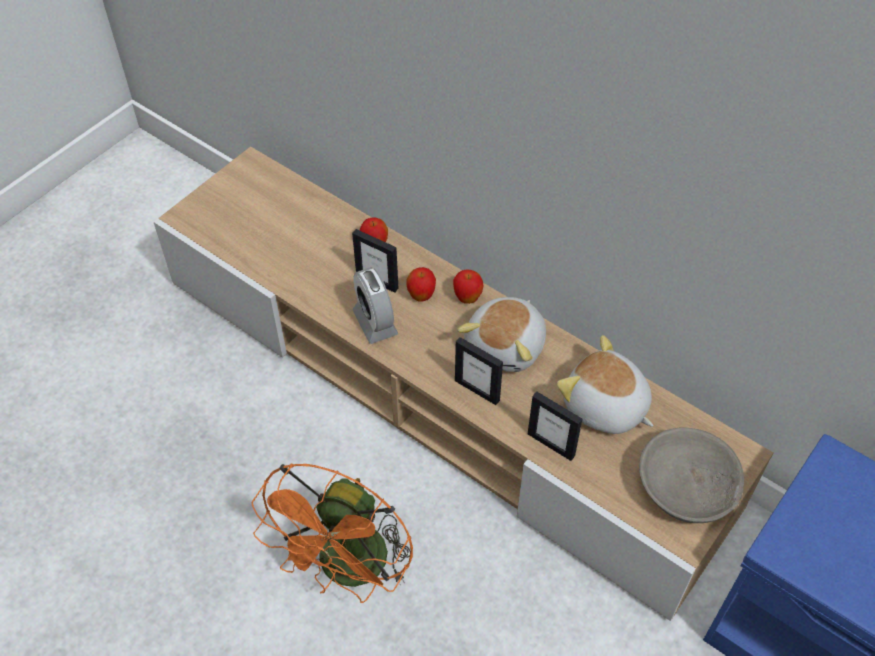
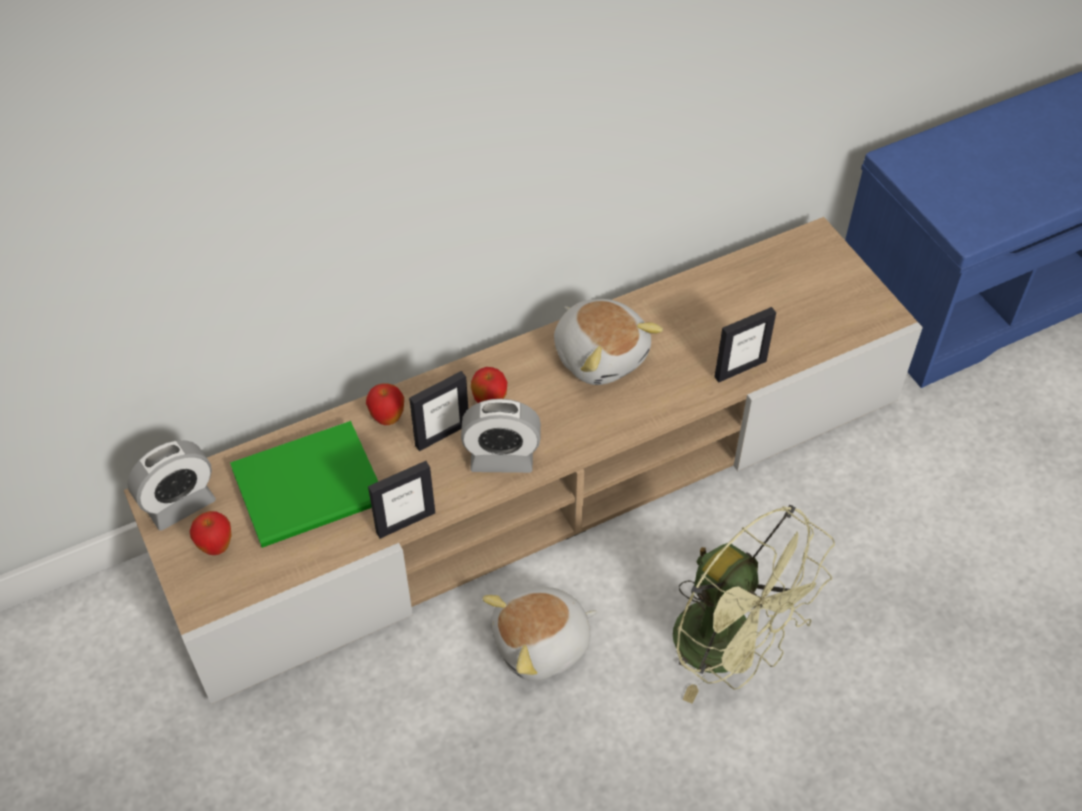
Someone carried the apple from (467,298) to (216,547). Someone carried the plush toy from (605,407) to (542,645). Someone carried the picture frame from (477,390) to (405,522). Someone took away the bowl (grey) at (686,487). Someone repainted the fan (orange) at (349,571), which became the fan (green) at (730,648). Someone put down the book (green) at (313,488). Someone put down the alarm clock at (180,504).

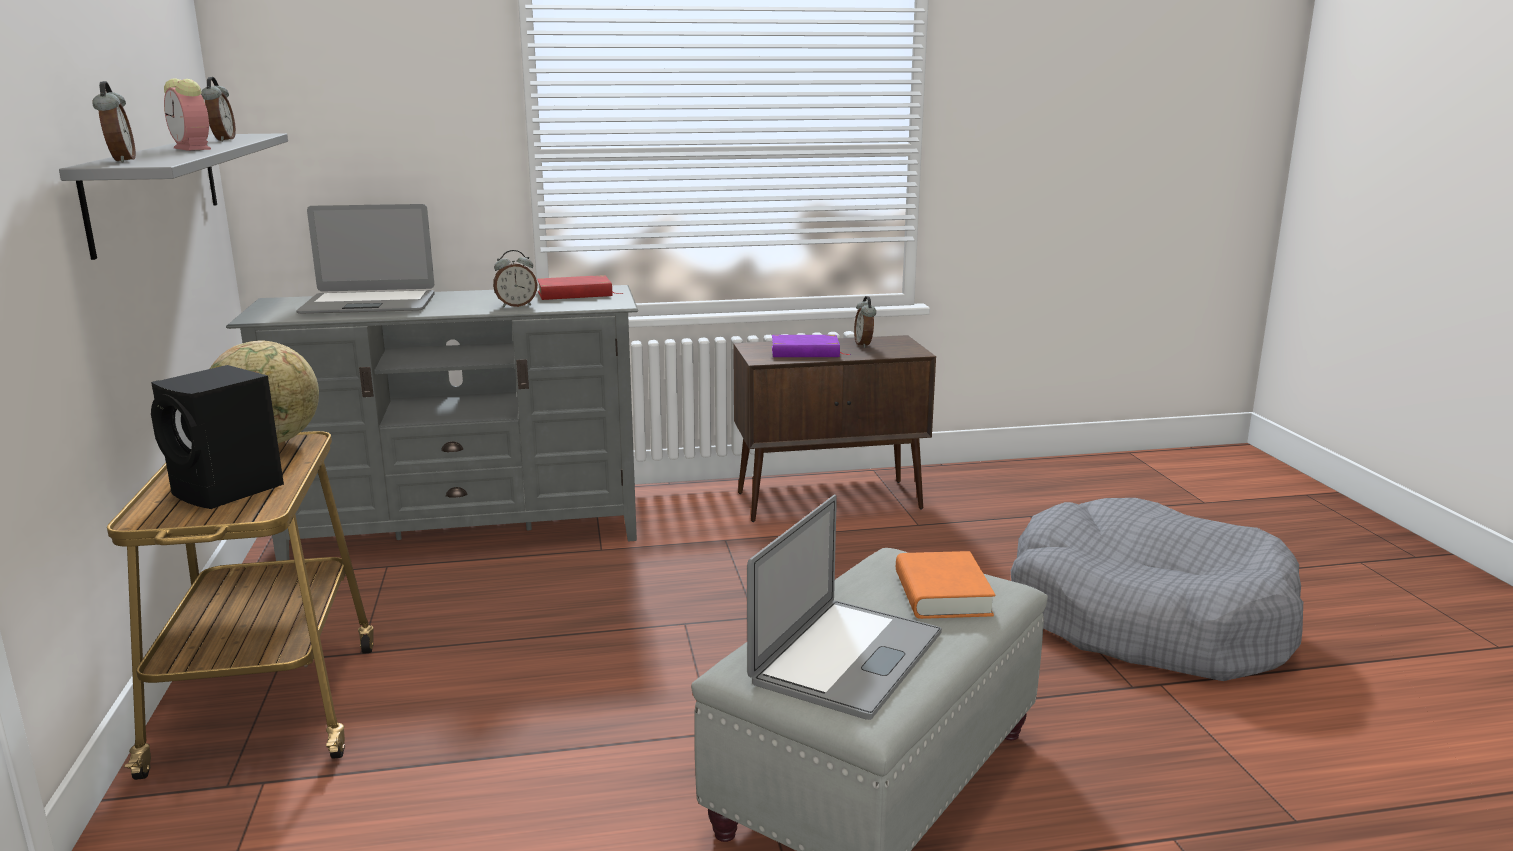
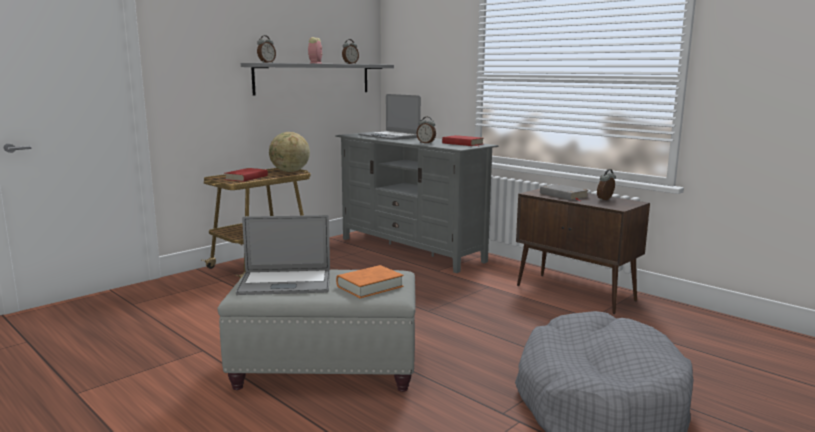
Someone repainted the book (purple) at (805,352), which became the book (grey) at (563,195). Someone swapped the speaker (black) at (228,491) for the book (red) at (246,178).

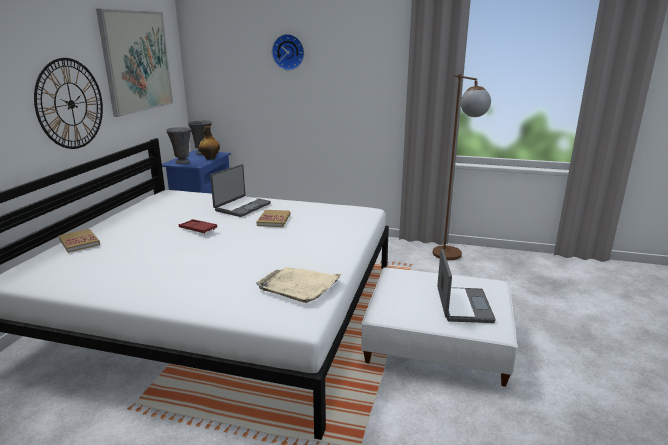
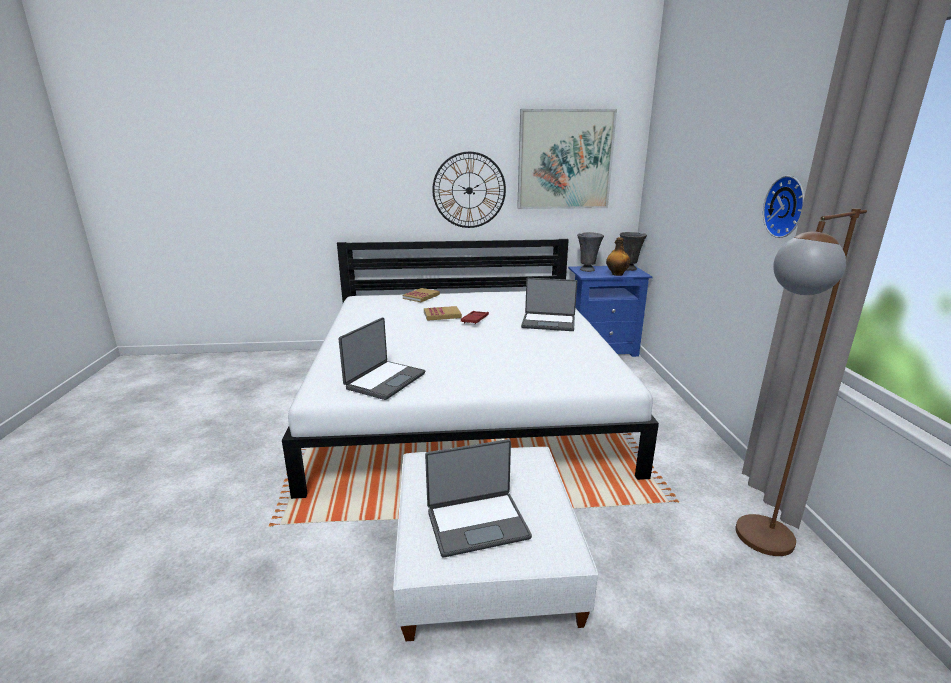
Someone carried the wall clock from (288,52) to (787,207). Someone carried the book from (274,220) to (442,315). Someone swapped the tray (beige) at (299,286) for the laptop at (384,380).

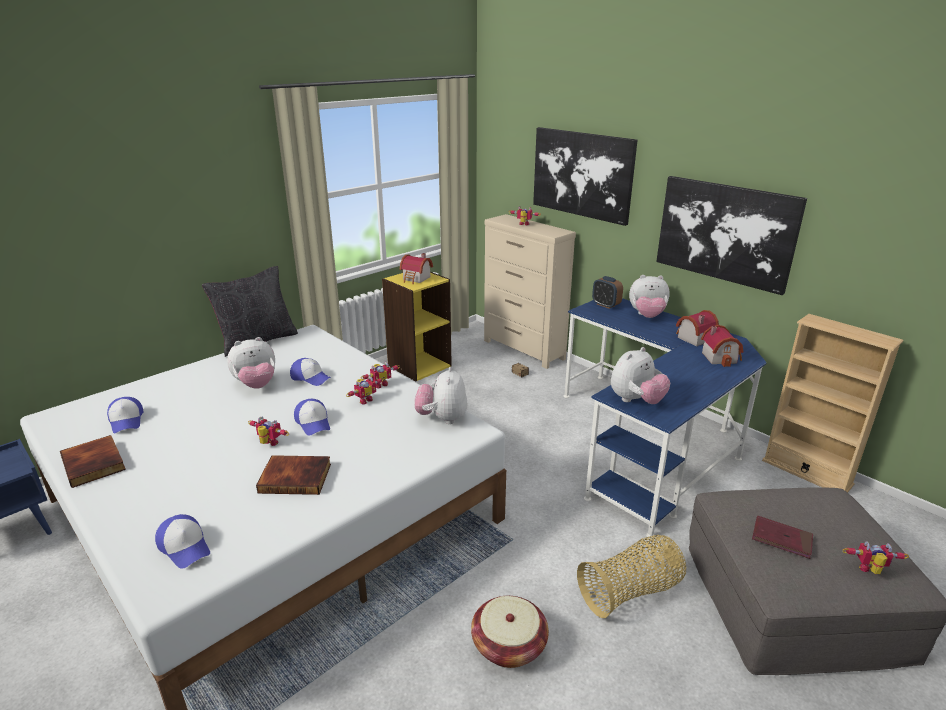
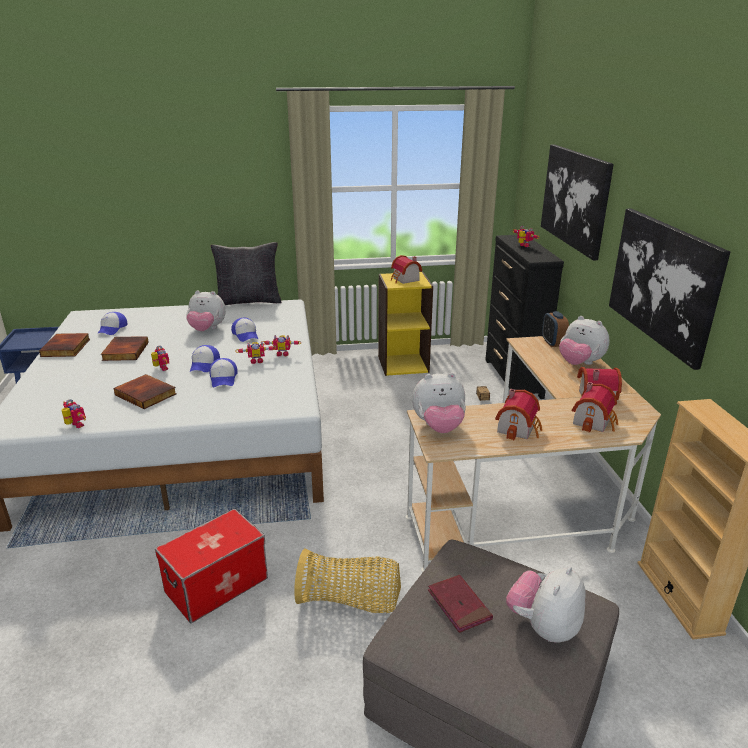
Someone repainted the dresser (beige) at (524,350), which became the dresser (black) at (513,378). Someone repainted the desk (blue) at (651,442), which became the desk (beige) at (534,498). Someone carried the plush toy from (442,418) to (543,626). Someone carried the cap from (185,546) to (223,378). Someone carried the toy robot from (870,572) to (75,426). Someone swapped the basket at (509,645) for the storage box at (216,585). Someone put down the book at (125,351). Someone put down the toy house at (519,428).

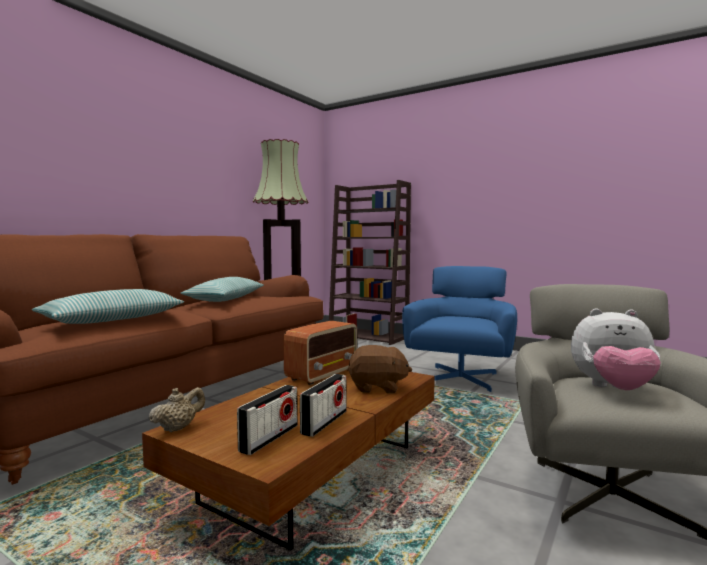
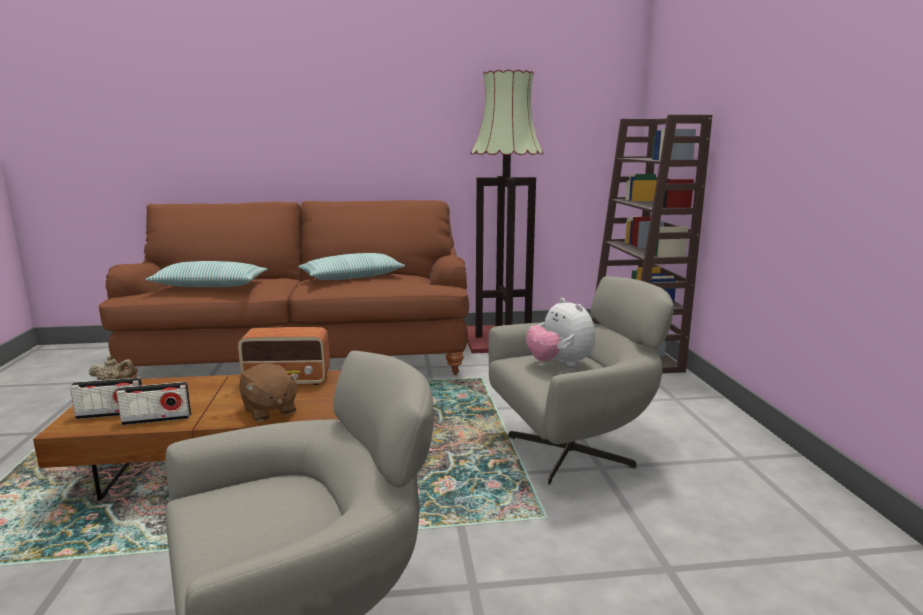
Someone repainted the armchair (blue) at (461,377), which became the armchair (grey) at (574,451). Someone carried the plush toy from (613,389) to (560,364).

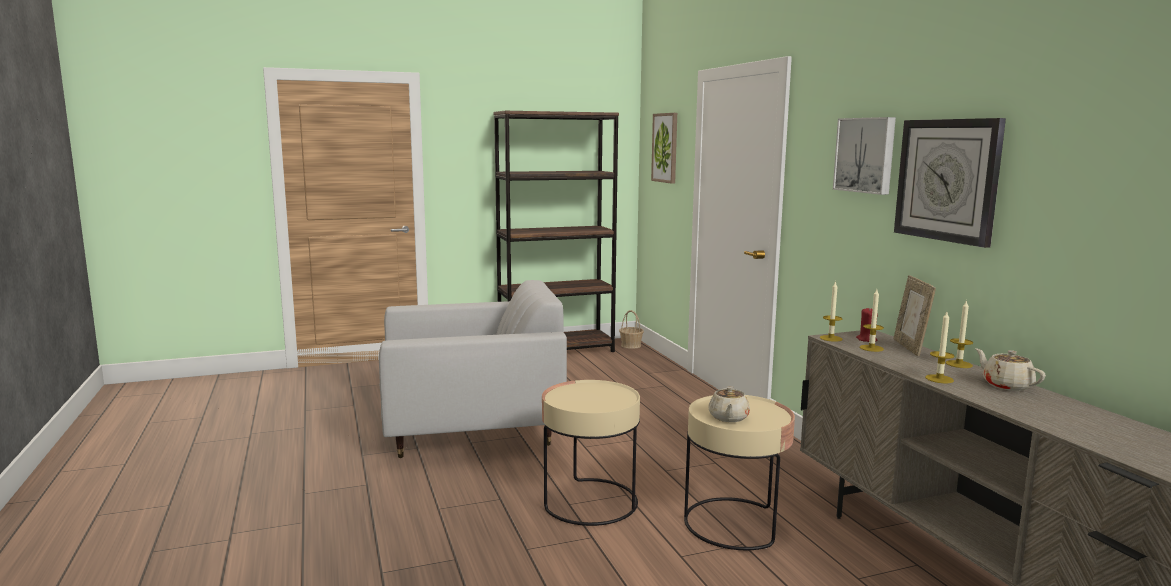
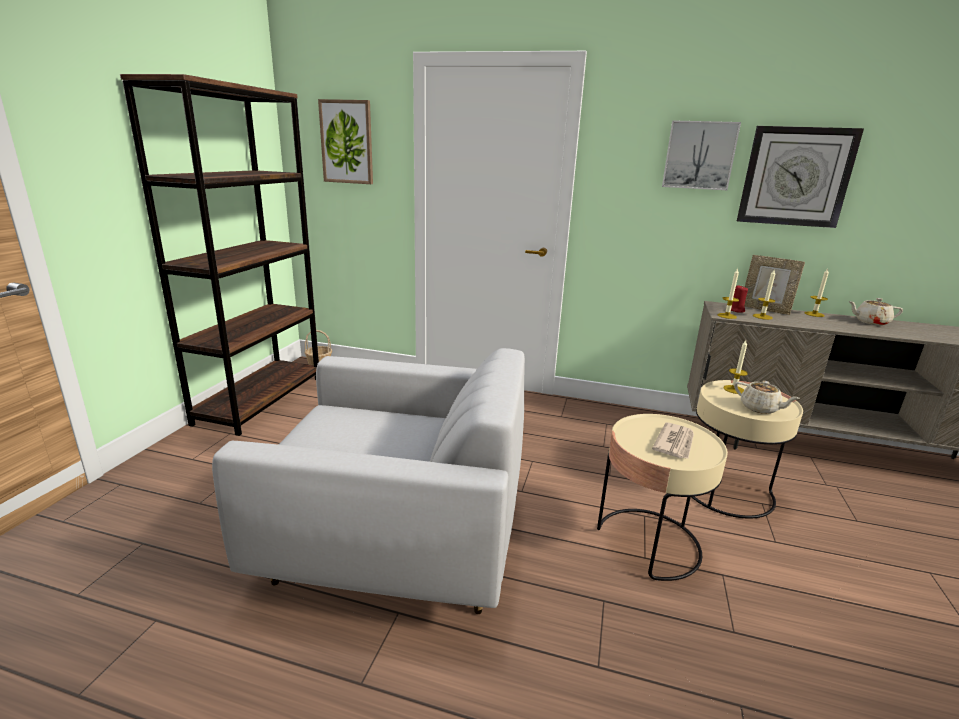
Someone rotated the armchair (white) at (472,430) by 75 degrees clockwise. Someone carried the candle from (939,379) to (734,389). Someone put down the newspaper at (675,443).

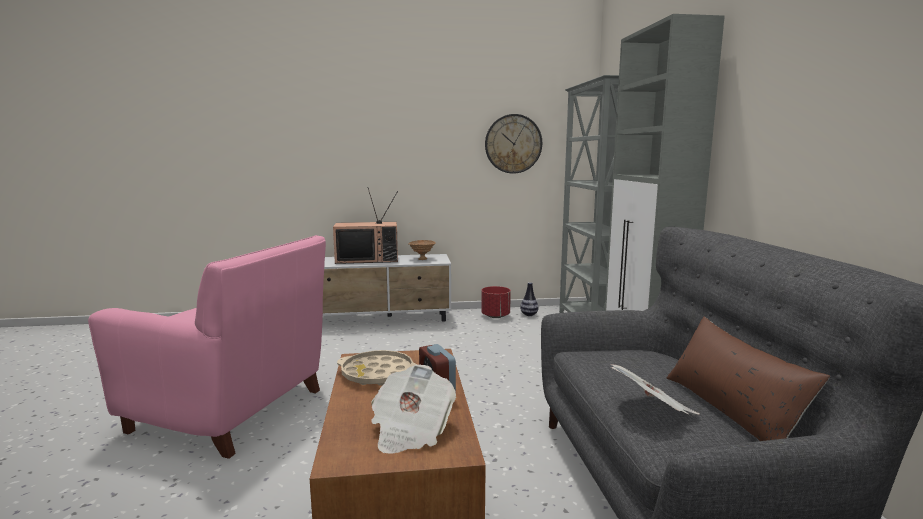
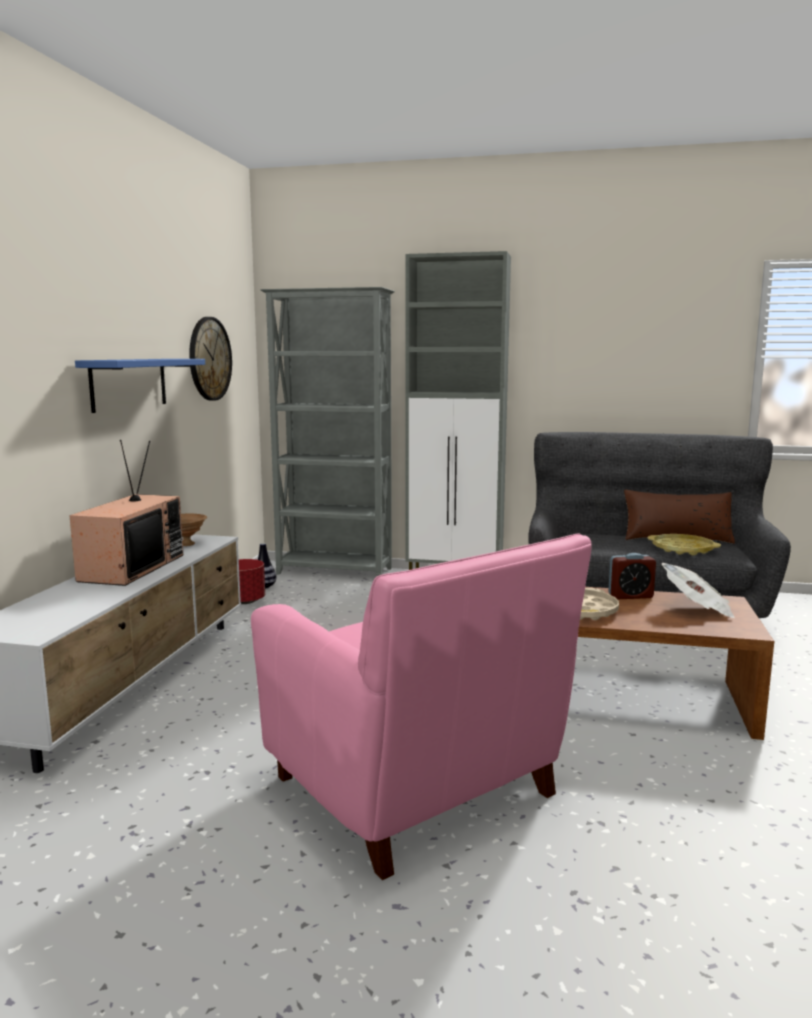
Someone rotated the armchair (pink) at (232,411) by 105 degrees clockwise. Someone swapped the newspaper at (652,411) for the tray (yellow) at (682,549). Someone put up the shelf (blue) at (129,383).

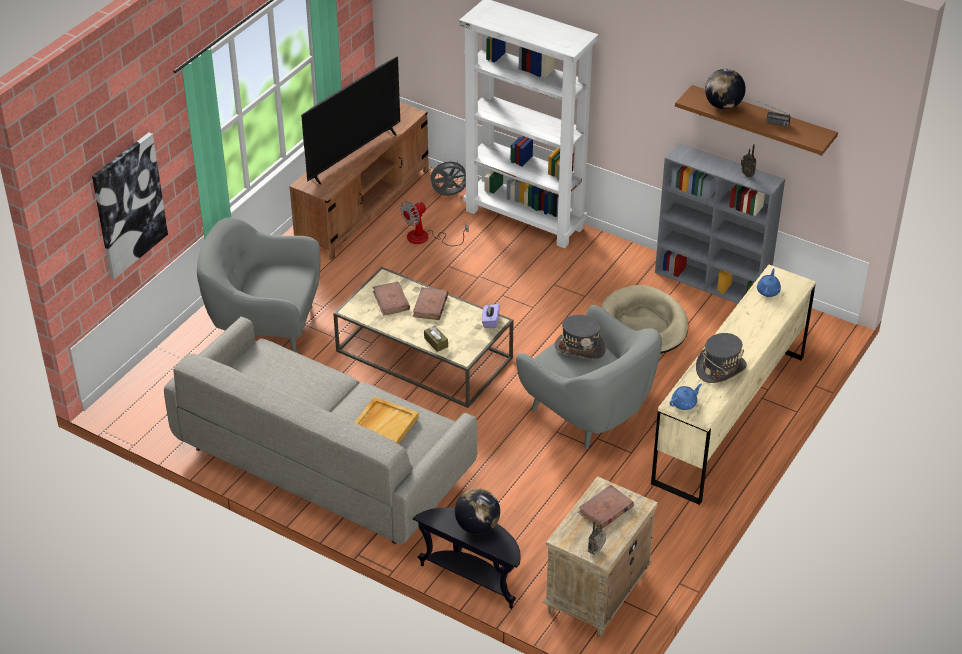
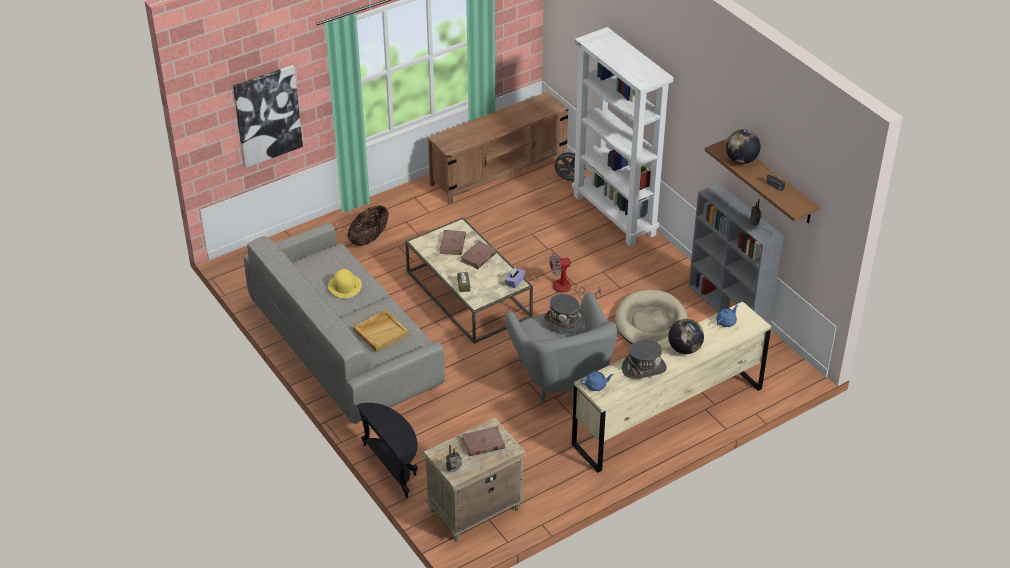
Someone took away the television at (353,156). Someone carried the fan from (426,238) to (567,289). Someone swapped the armchair (grey) at (265,326) for the basket at (369,238). Someone carried the globe from (477,526) to (684,349). Someone put down the hat (yellow) at (345,286).

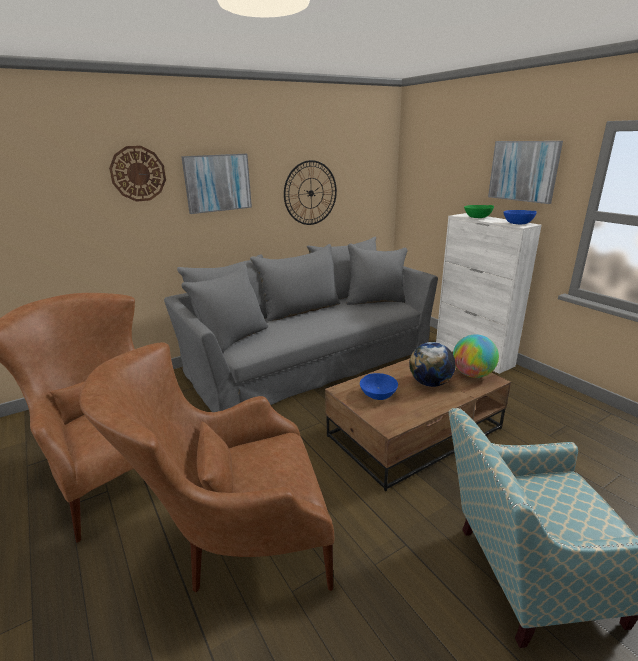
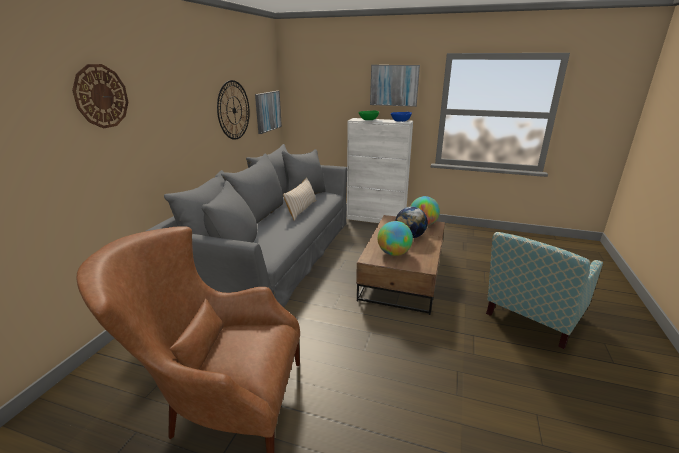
Someone carried the picture from (217,183) to (267,111). Someone took away the armchair (brown) at (234,543). Someone swapped the bowl (blue) at (378,395) for the globe at (394,253). Someone put down the pillow (beige) at (301,209).

